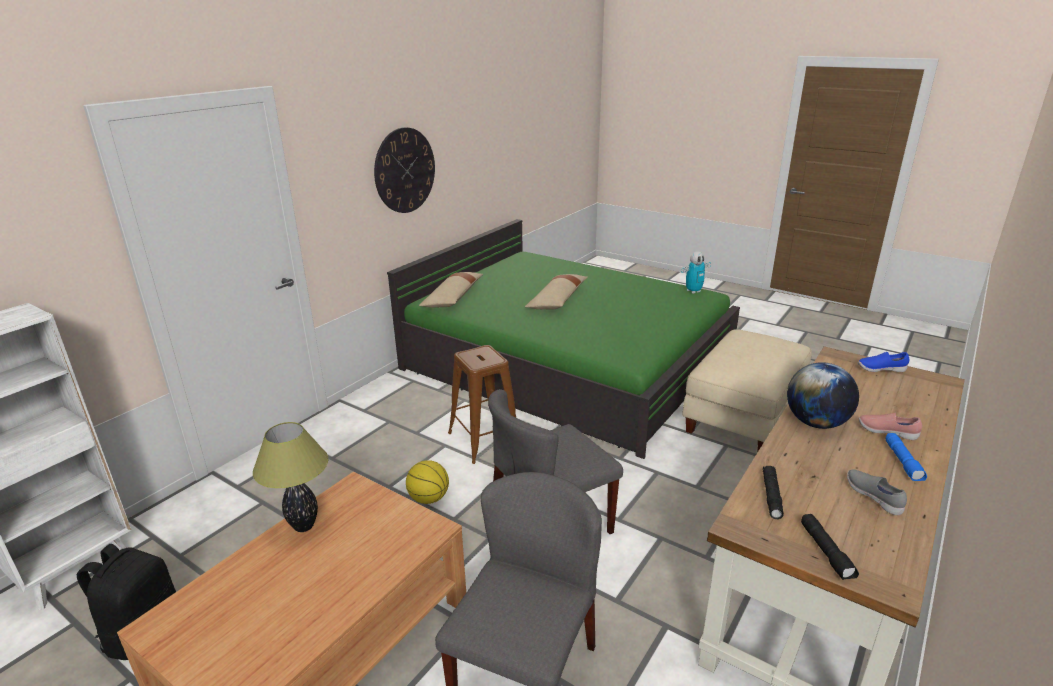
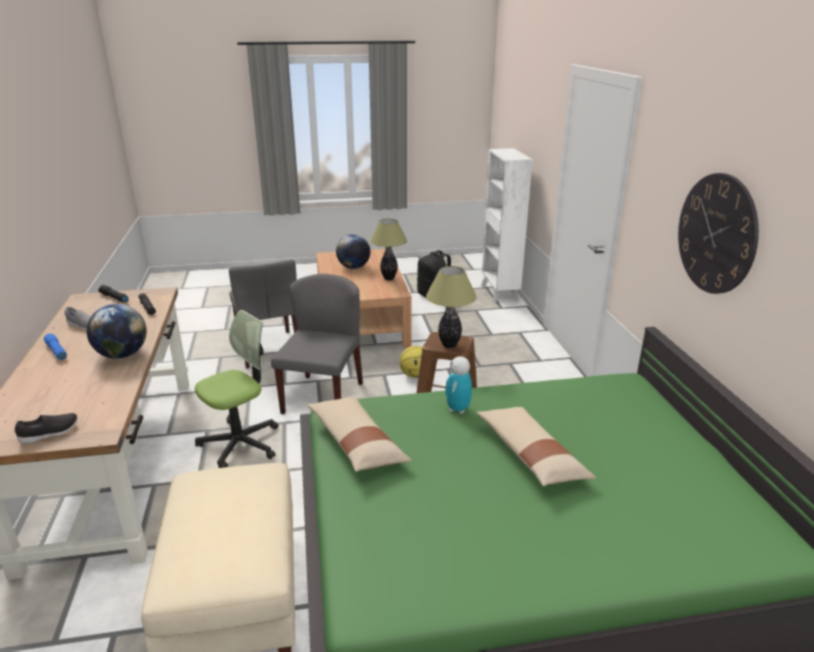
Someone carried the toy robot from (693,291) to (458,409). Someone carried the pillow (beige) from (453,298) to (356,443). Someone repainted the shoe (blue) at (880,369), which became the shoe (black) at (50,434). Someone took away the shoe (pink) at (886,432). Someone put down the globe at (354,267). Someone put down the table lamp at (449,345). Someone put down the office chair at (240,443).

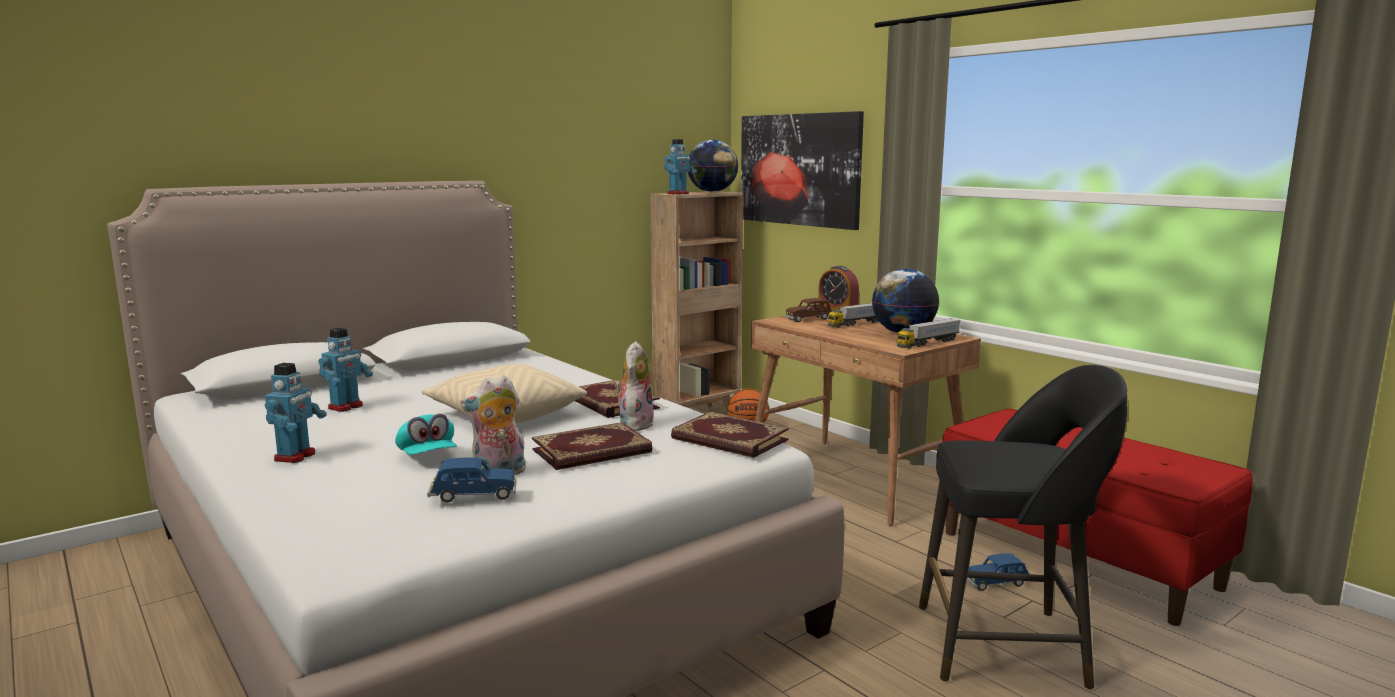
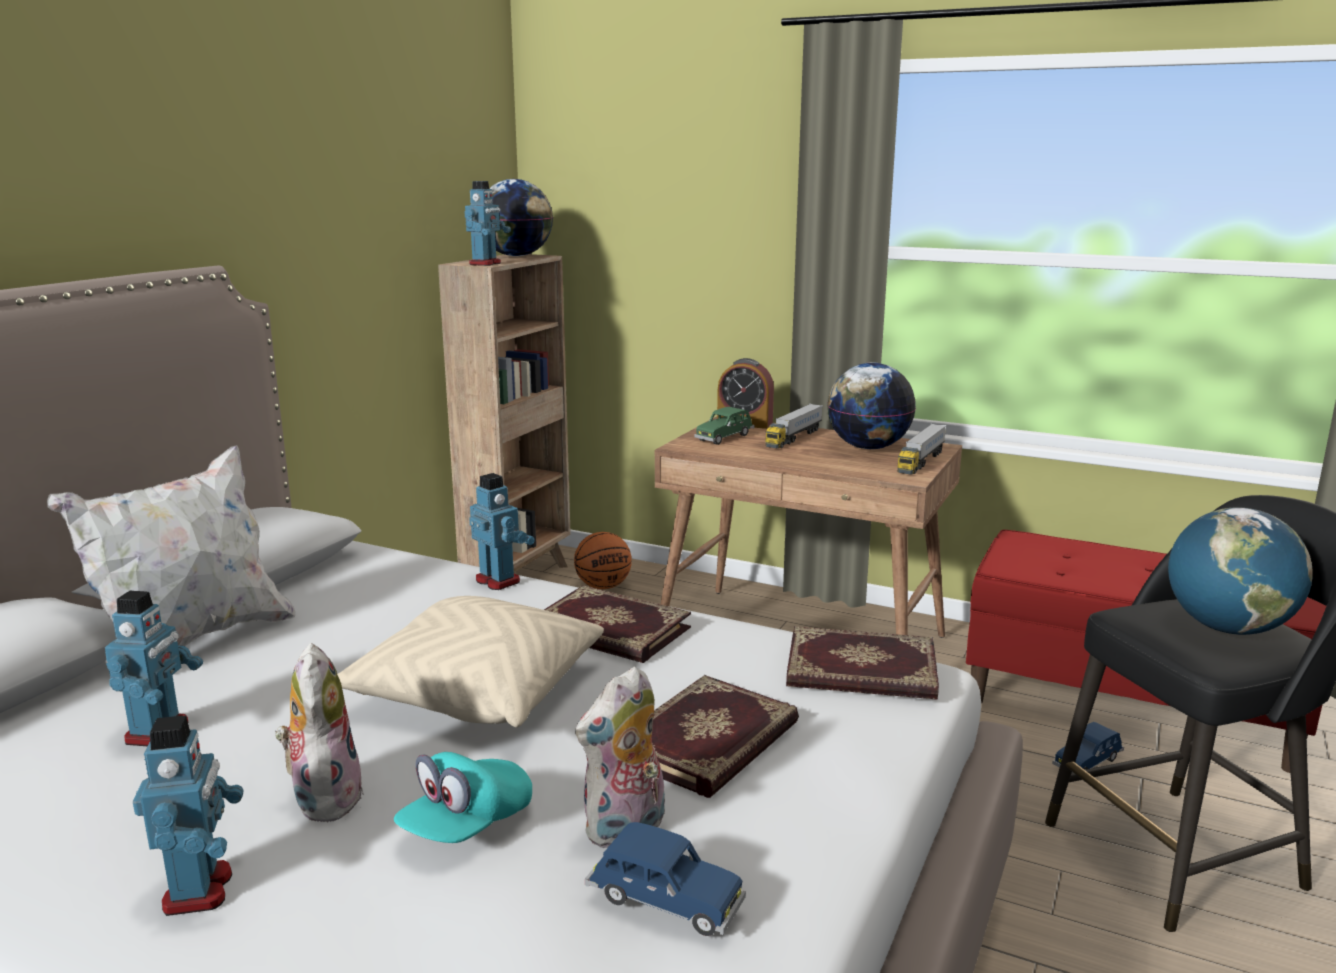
Someone took away the picture at (799,169). Someone repainted the toy car (brown) at (809,319), which became the toy car (green) at (725,438). Someone carried the plush toy from (634,424) to (324,796). Someone rotated the cap (turquoise) at (427,457) by 90 degrees clockwise. Someone rotated the toy car (blue) at (473,496) by 60 degrees clockwise. Someone put down the pillow (white) at (193,643). Someone put down the toy robot at (499,581). Someone put down the globe at (1227,628).

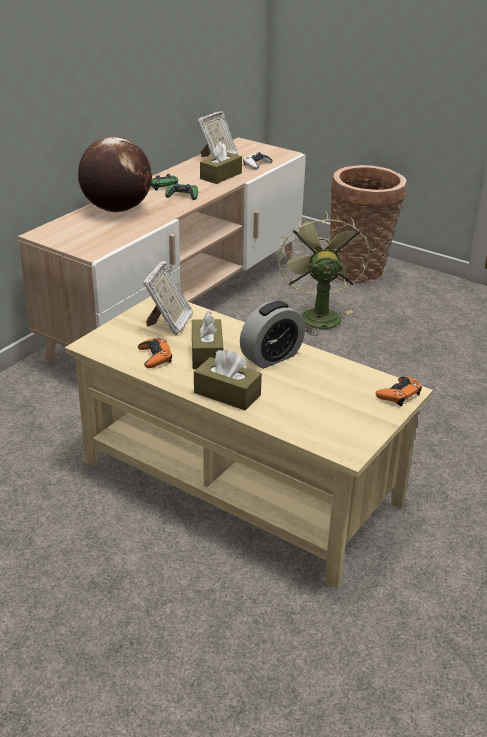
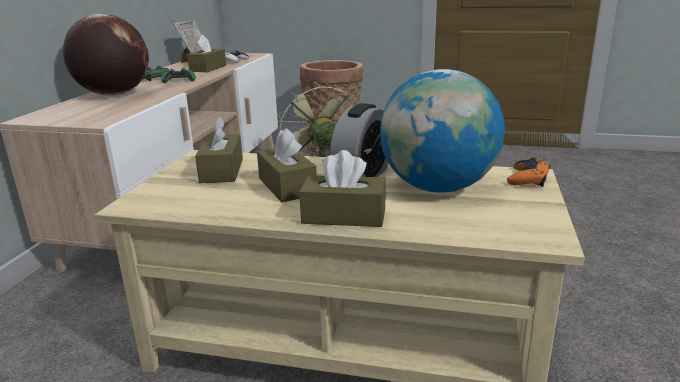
Someone swapped the picture frame at (169,323) for the tissue box (brown) at (222,170). Someone took away the game controller (orange) at (155,357). Someone put down the globe at (438,188).

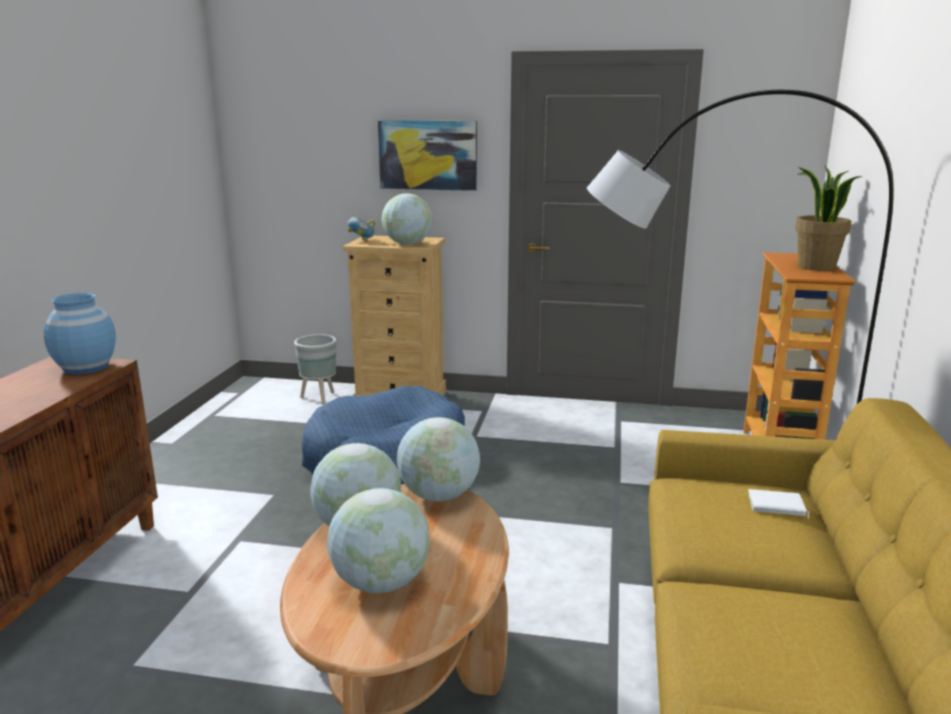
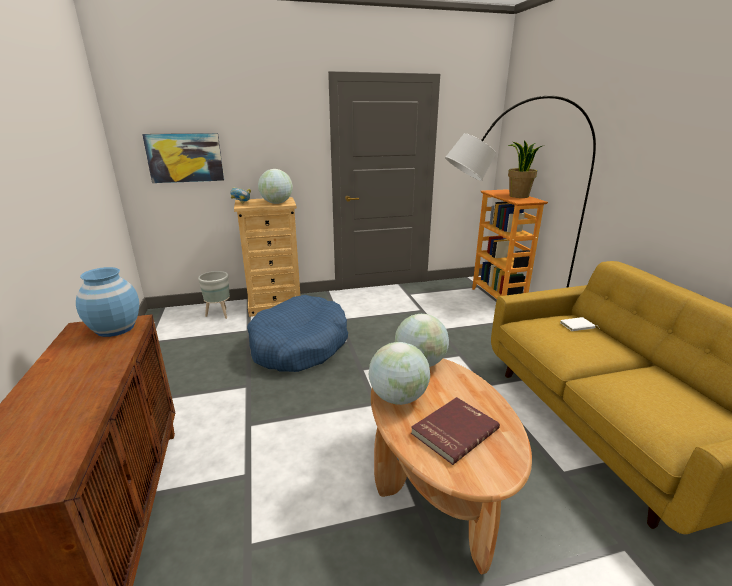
Someone carried the picture from (428,155) to (185,157). Someone swapped the globe at (380,583) for the book (red) at (453,430).

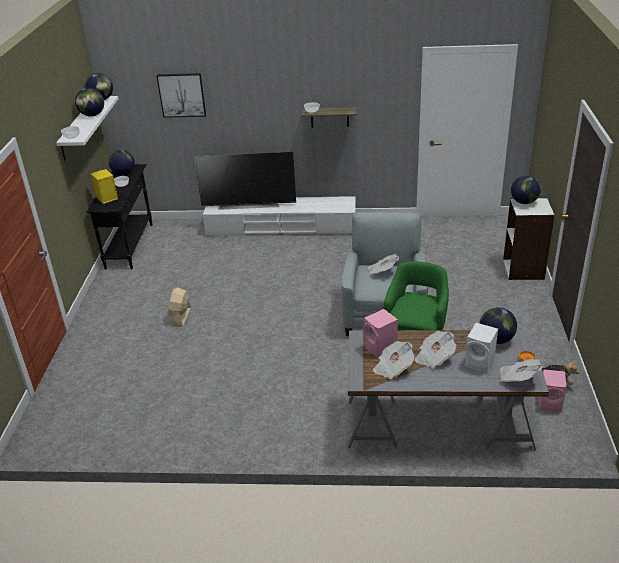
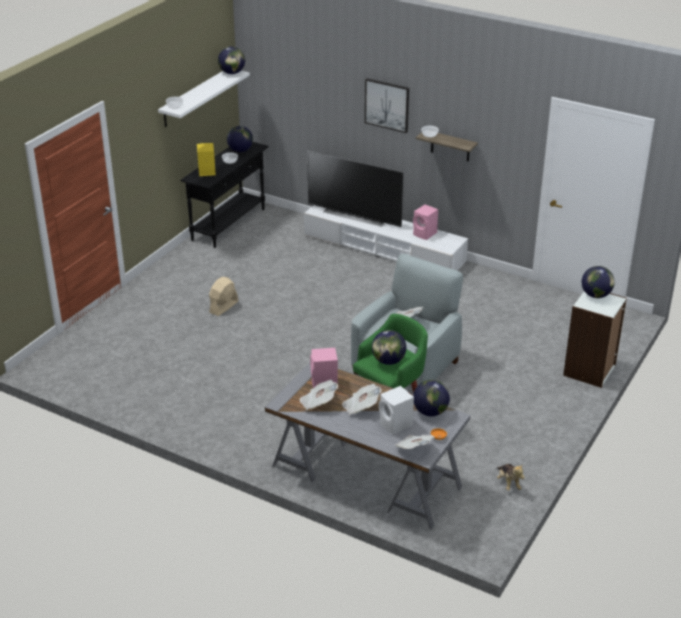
Someone carried the picture from (182,95) to (387,105). Someone carried the globe from (92,115) to (388,361). Someone carried the speaker (pink) from (551,404) to (425,234).

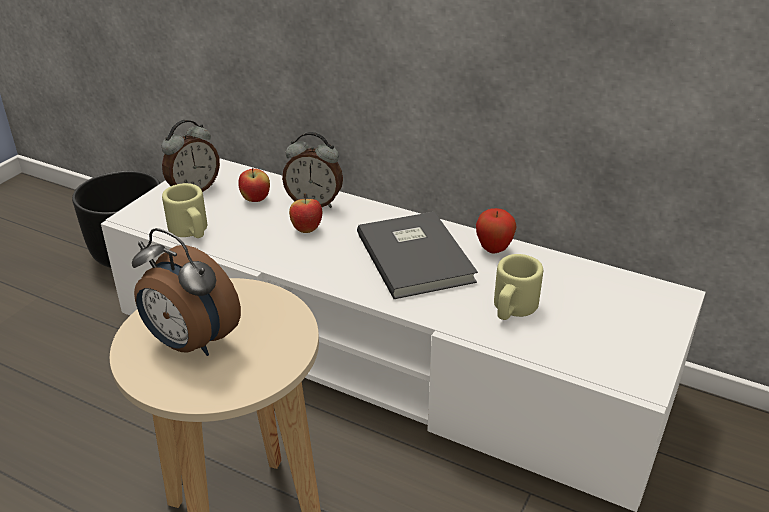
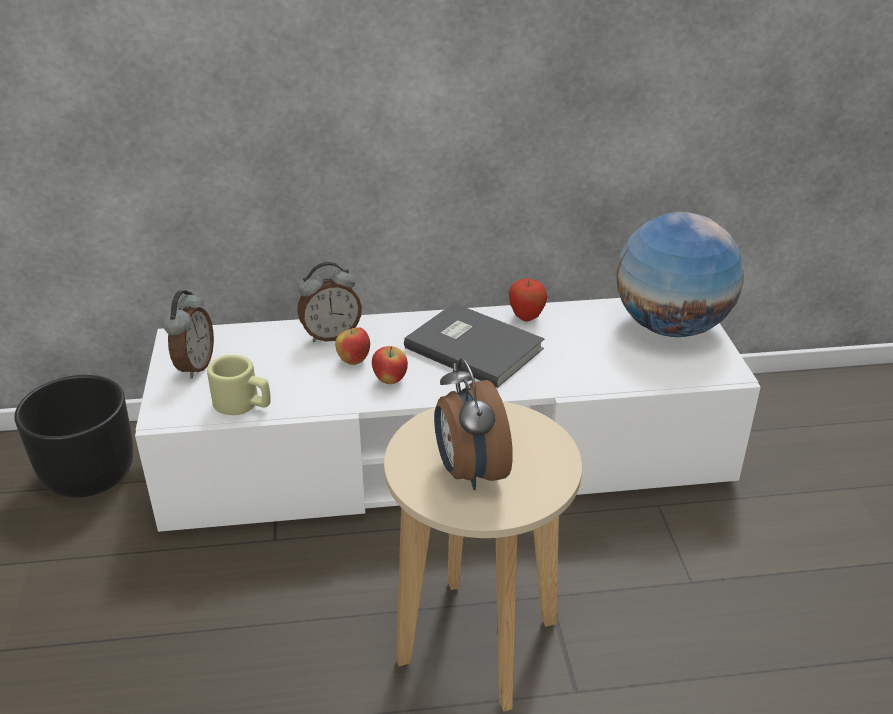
Someone carried the apple from (255,200) to (390,380). Someone rotated the alarm clock at (190,343) by 75 degrees clockwise. Someone took away the mug (beige) at (512,308). Someone put down the globe at (670,327).

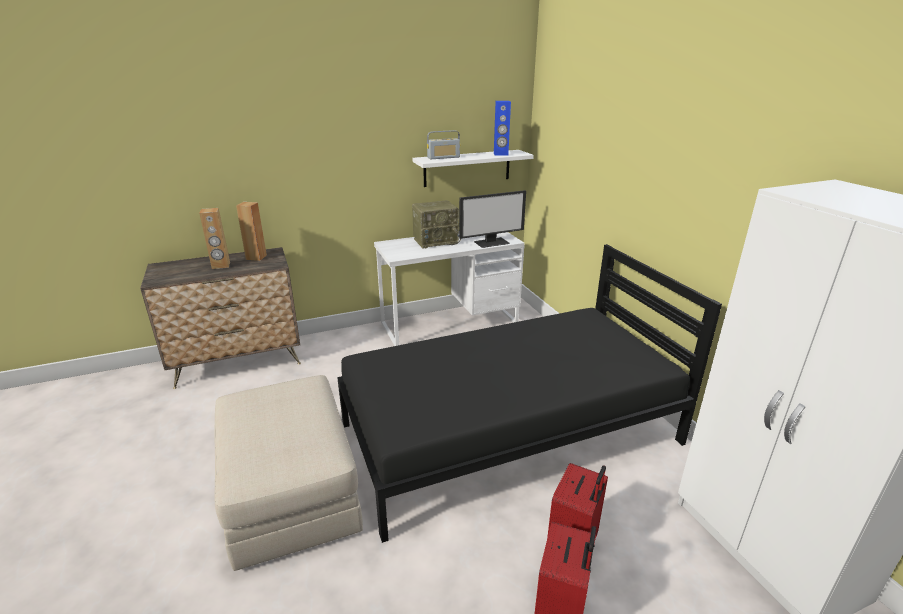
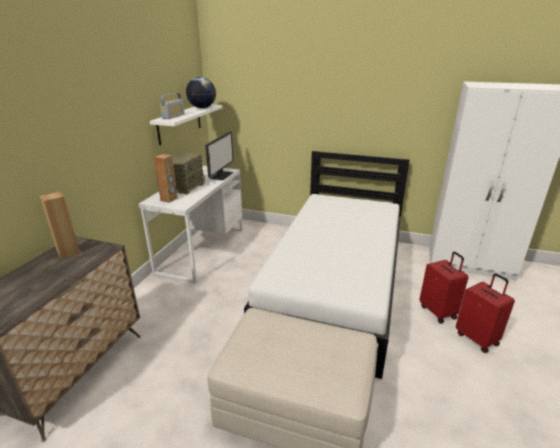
Someone swapped the speaker (blue) at (500,154) for the globe at (202,108). Someone carried the speaker (brown) from (221,265) to (169,199). Someone repainted the bed (black) at (509,433), which became the bed (white) at (336,284).

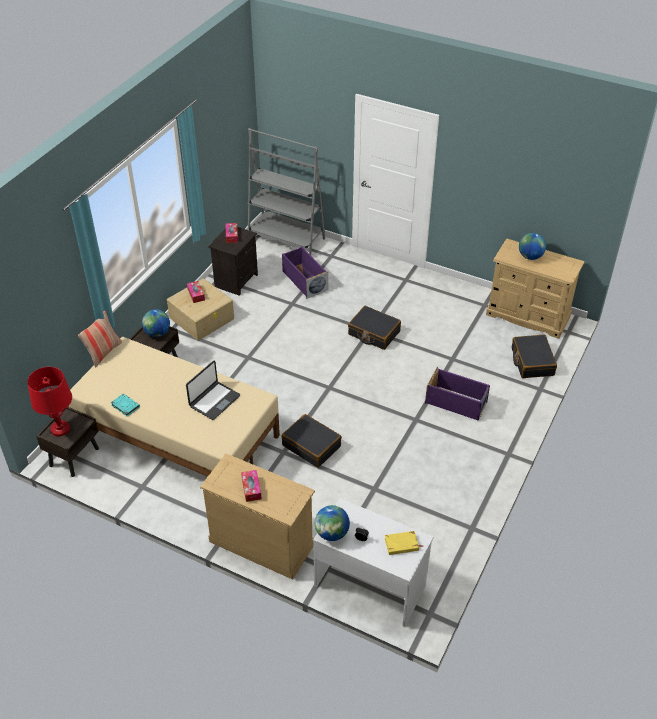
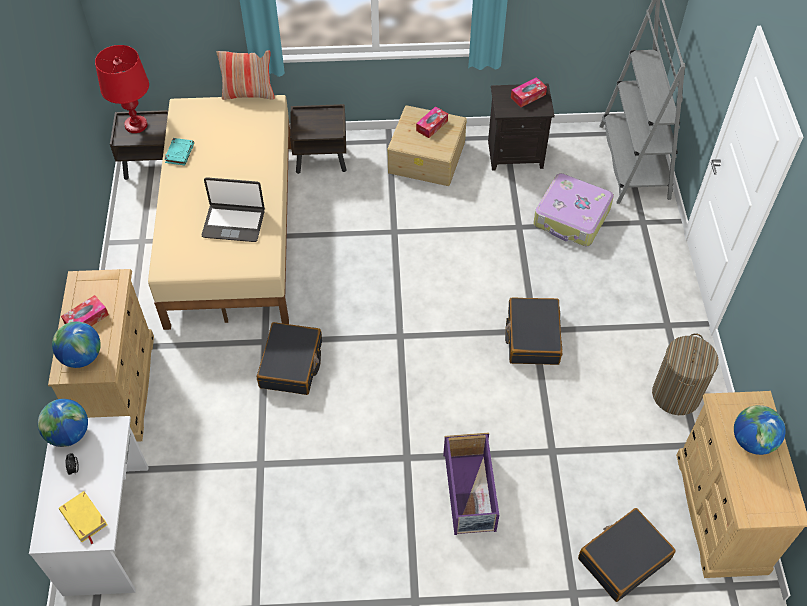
Someone swapped the storage box (purple) at (304,280) for the suitcase at (572,218). Someone carried the globe from (157,333) to (82,357). Someone put down the laundry basket at (676,395).

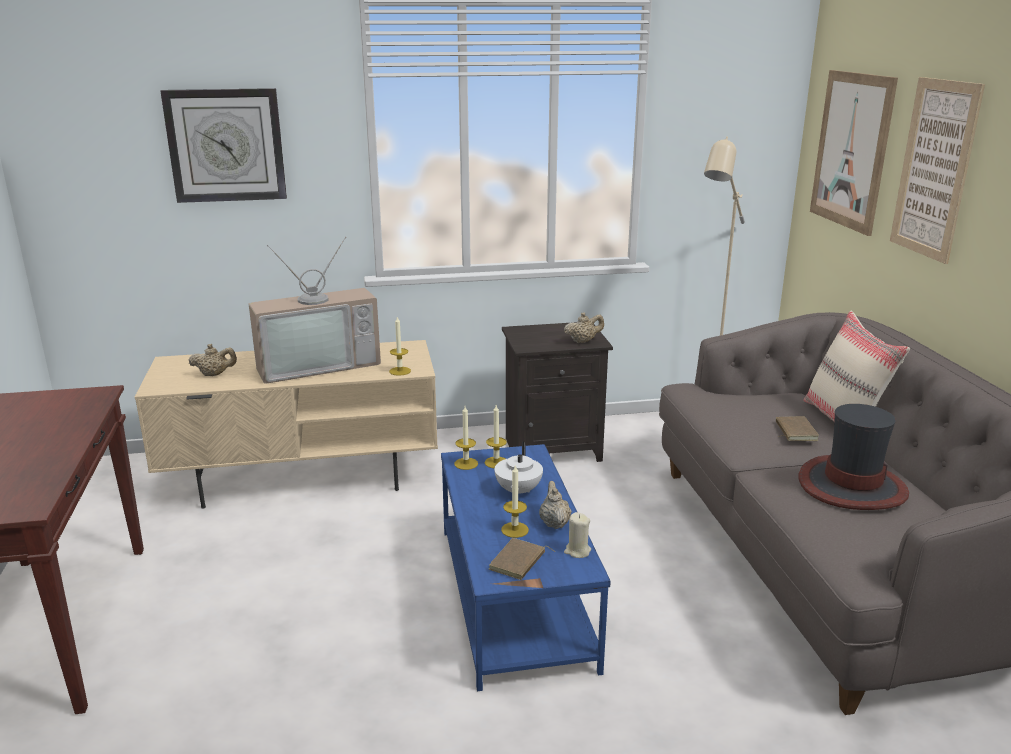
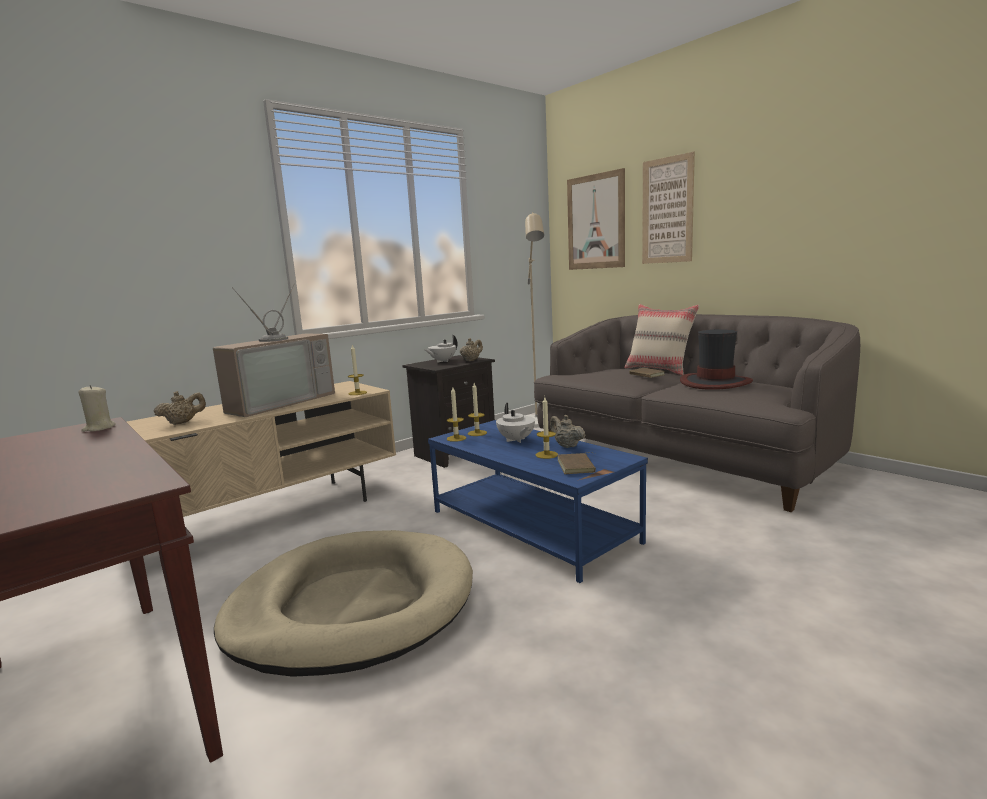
Someone took away the wall clock at (226,145). Someone carried the candle (beige) from (577,551) to (99,428). Someone put down the teapot (white) at (442,361). Someone put down the dog bed (beige) at (352,606).

